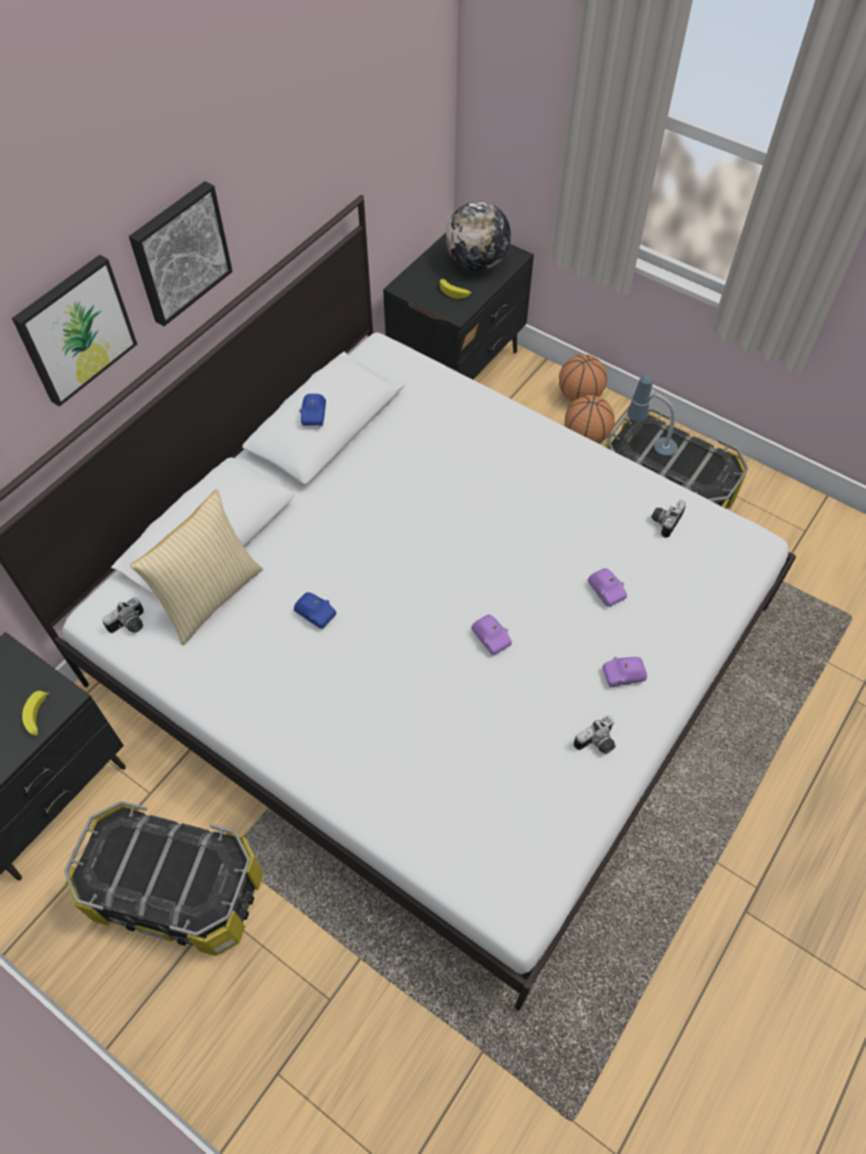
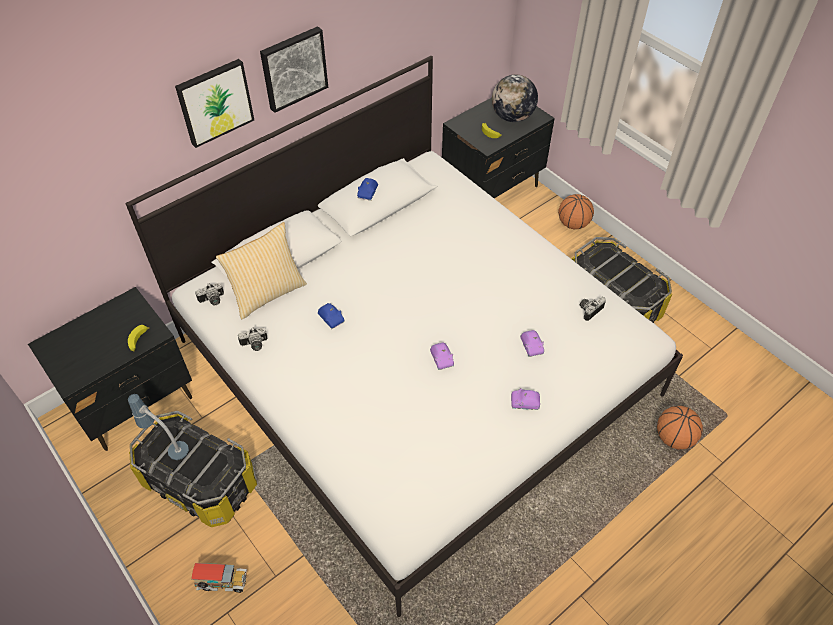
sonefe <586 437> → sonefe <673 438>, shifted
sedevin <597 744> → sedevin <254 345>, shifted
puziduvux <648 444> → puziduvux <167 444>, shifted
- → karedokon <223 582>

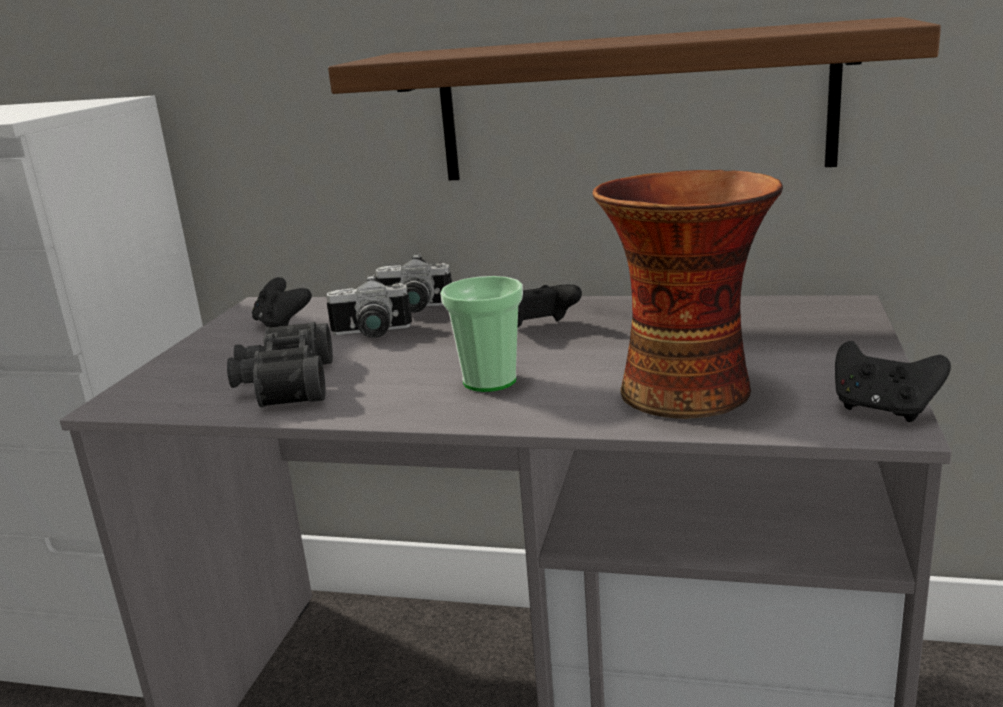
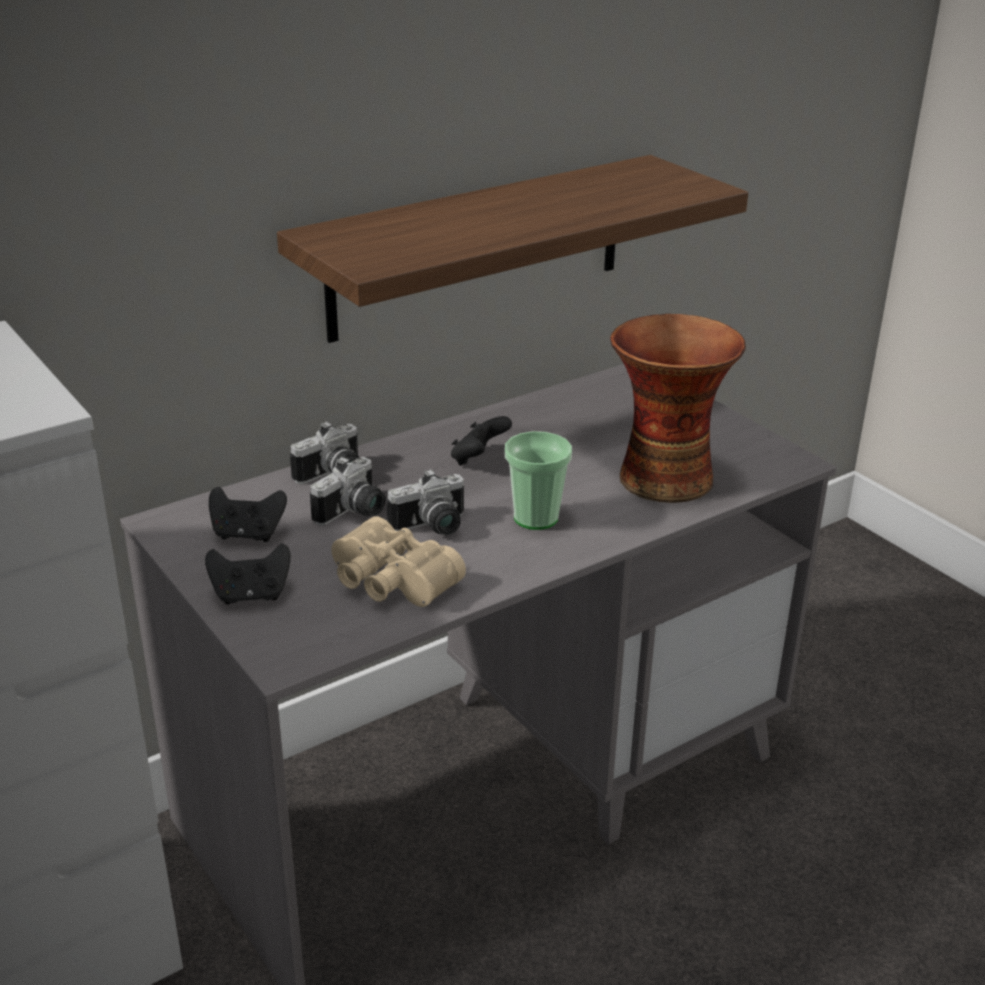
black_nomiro <284 384> → beige_nomiro <389 583>
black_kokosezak <883 410> → black_kokosezak <251 595>, shifted
- → sedevin <432 528>

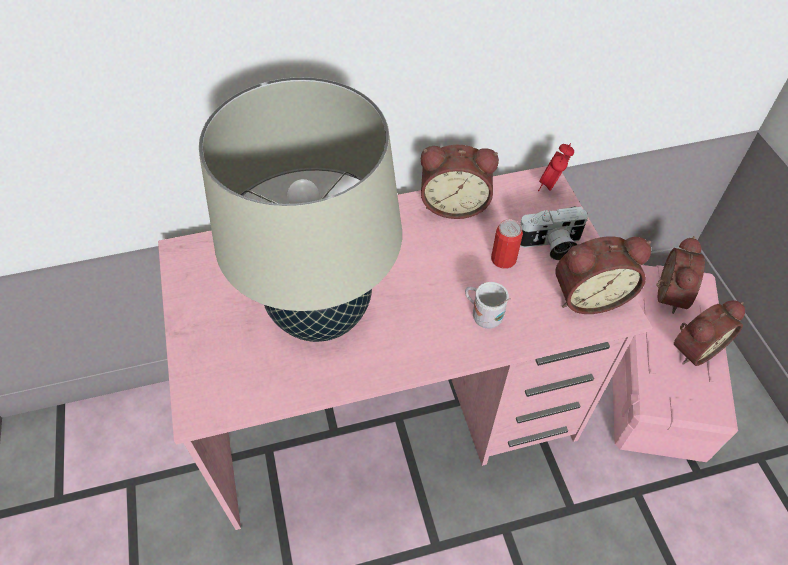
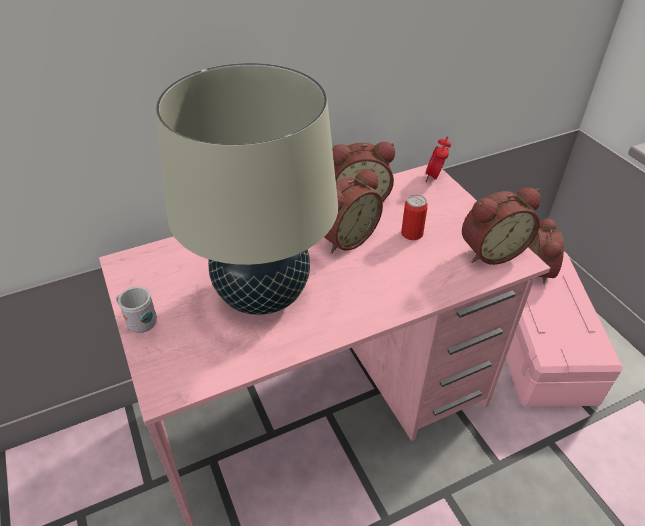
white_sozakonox <483 315> → white_sozakonox <139 322>, shifted
sedevin <550 246> → -
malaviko <693 347> → malaviko <344 237>, shifted

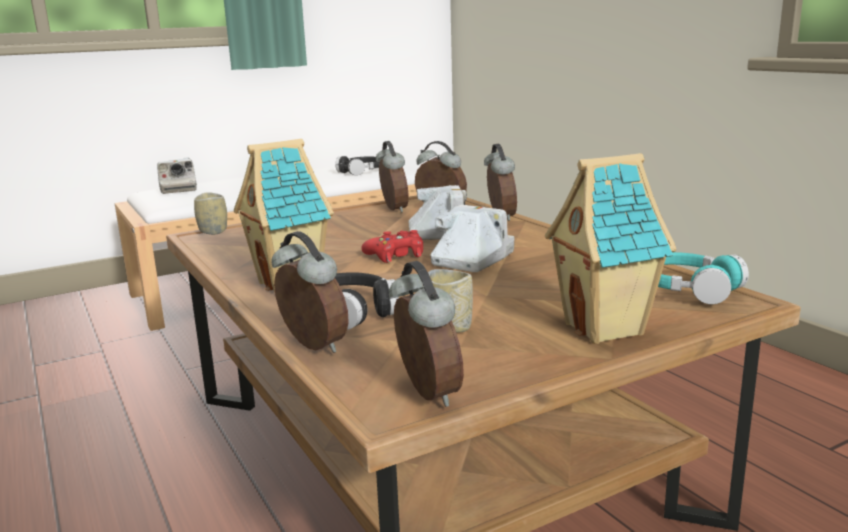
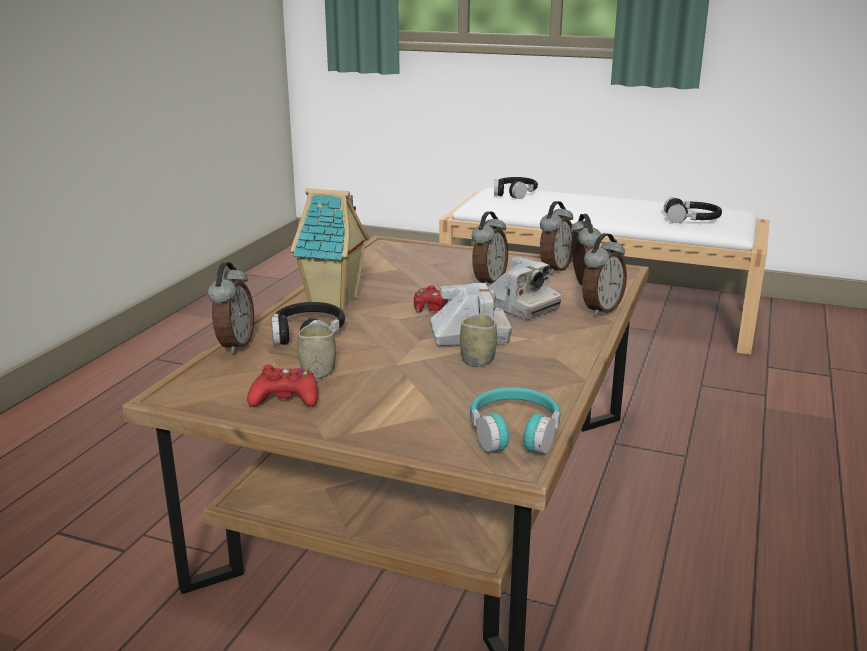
sedevin <178 189> → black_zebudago <514 193>
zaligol <213 231> → zaligol <478 361>, shifted
malaviko <425 394> → malaviko <488 281>, shifted
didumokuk <606 329> → -
- → red_kokosezak <285 398>

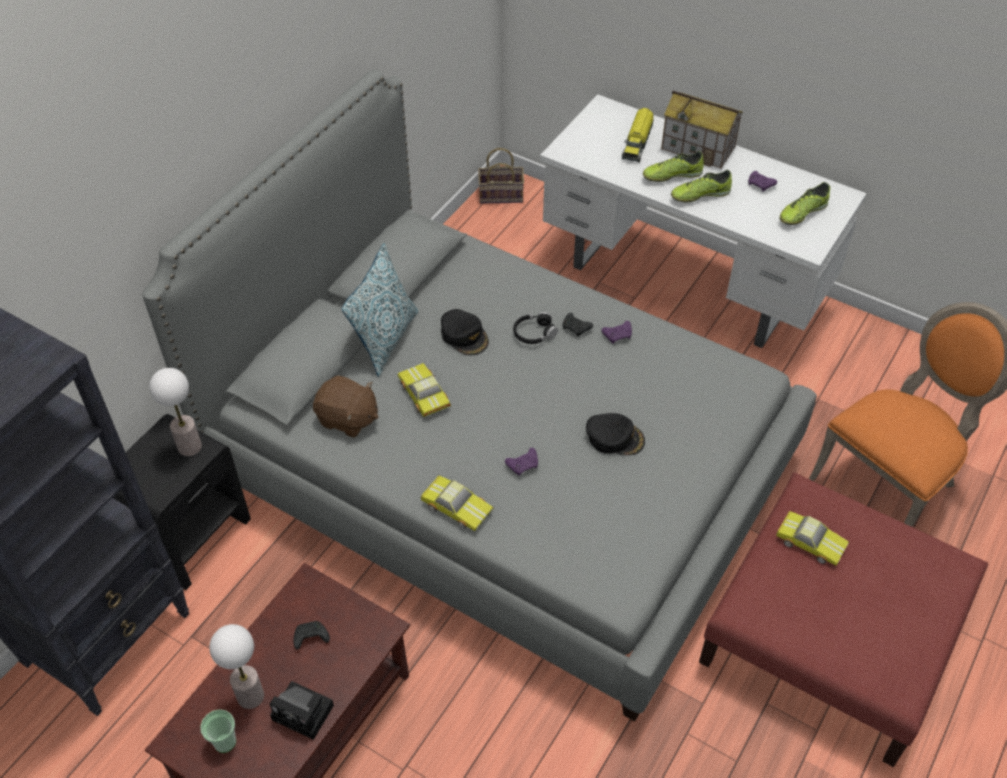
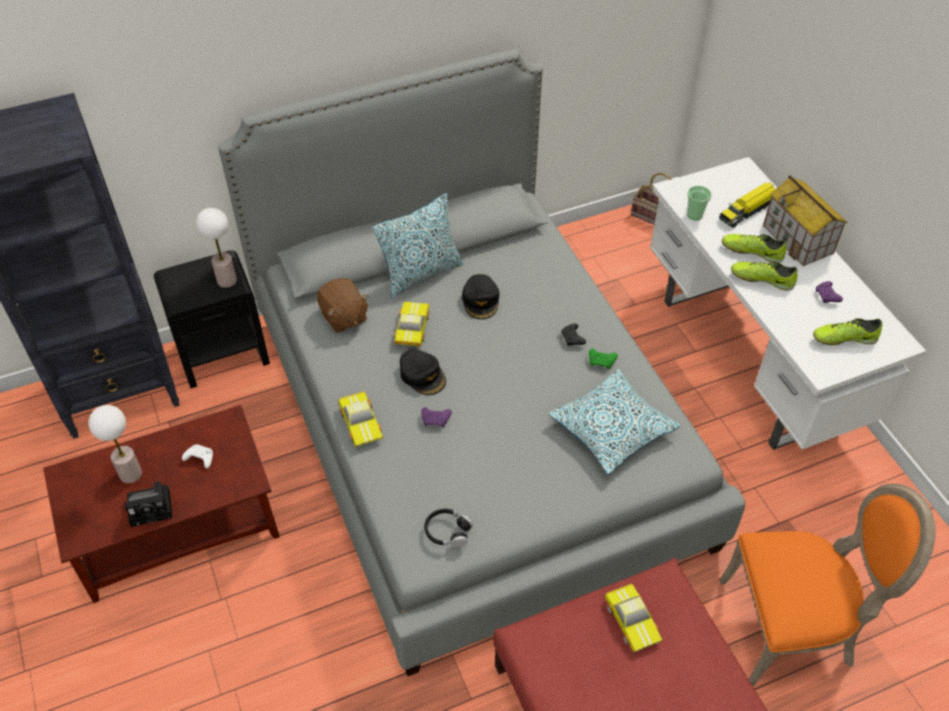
zaligol <225 742> → zaligol <695 215>, shifted
sedevin <305 713> → sedevin <153 507>, 75 degrees counterclockwise
black_kokosezak <310 638> → white_kokosezak <199 458>
black_zebudago <534 333> → black_zebudago <447 531>, shifted
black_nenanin <615 437> → black_nenanin <423 375>, shifted
purple_kokosezak <618 335> → green_kokosezak <602 361>
- → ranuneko <612 428>

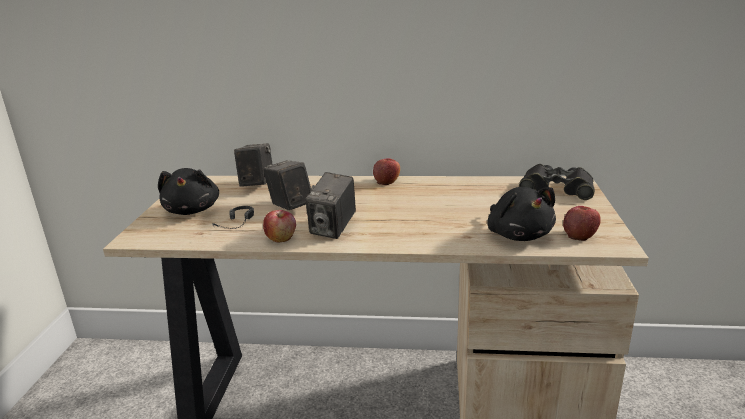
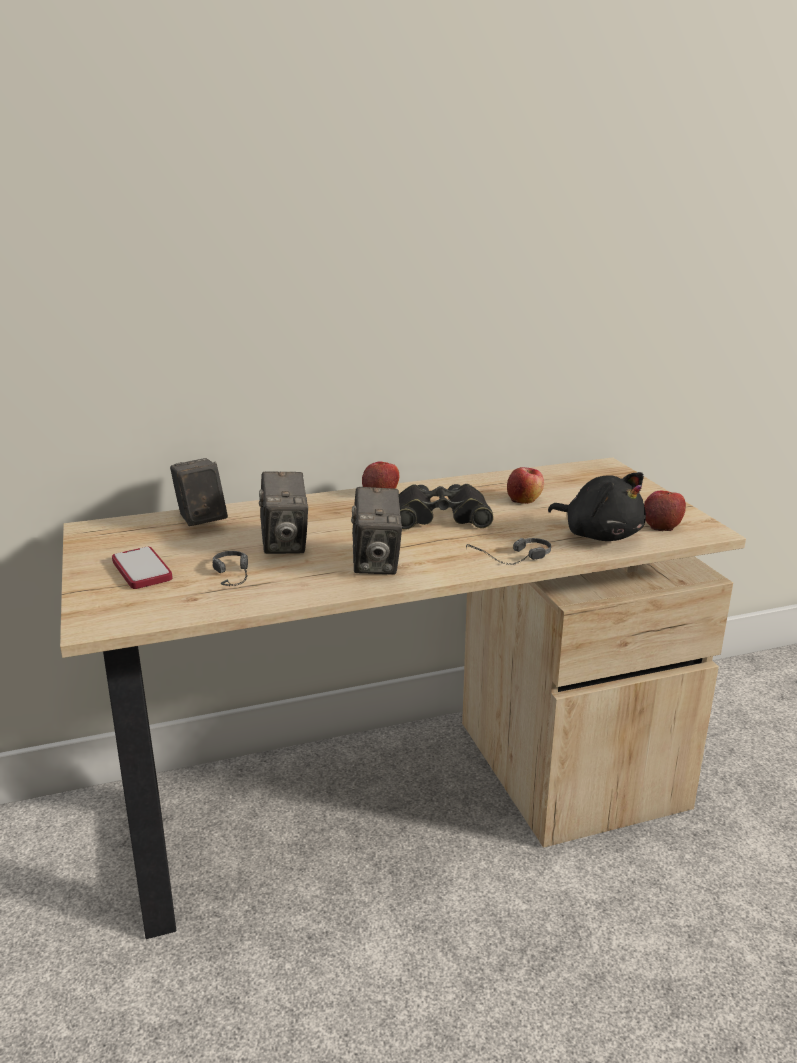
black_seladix <193 210> → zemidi <142 570>
sedevin <290 207> → sedevin <285 544>, 135 degrees counterclockwise
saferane <281 238> → saferane <524 499>, shifted
black_nomiro <556 189> → black_nomiro <441 517>, shifted
- → zebudago <510 561>

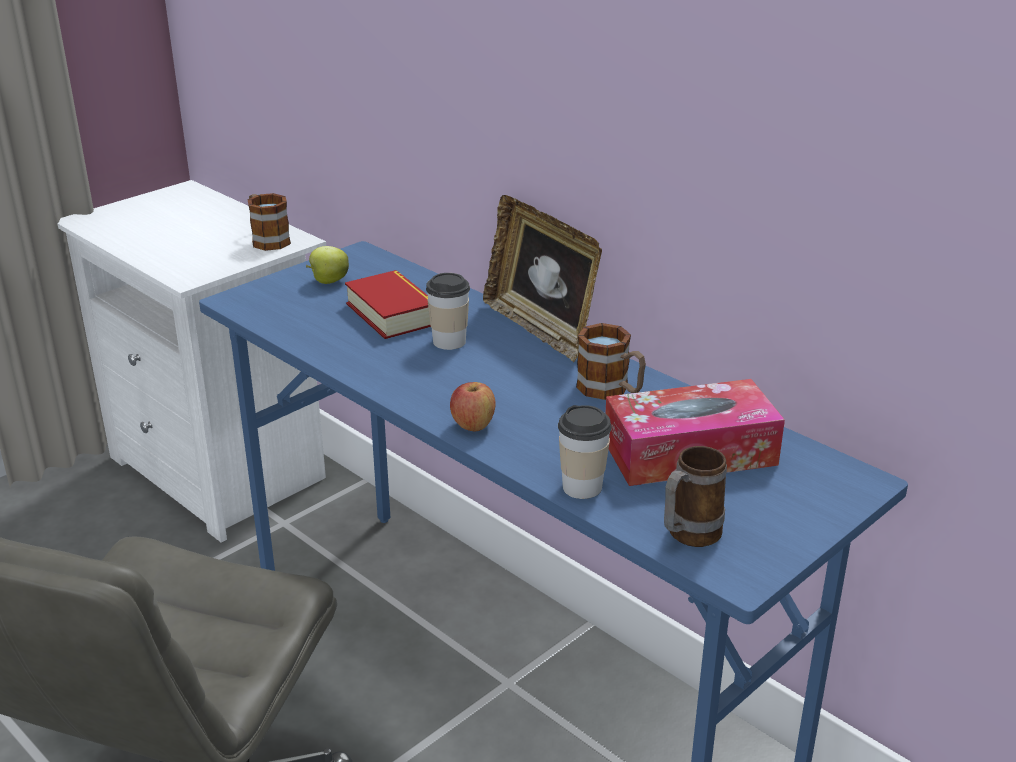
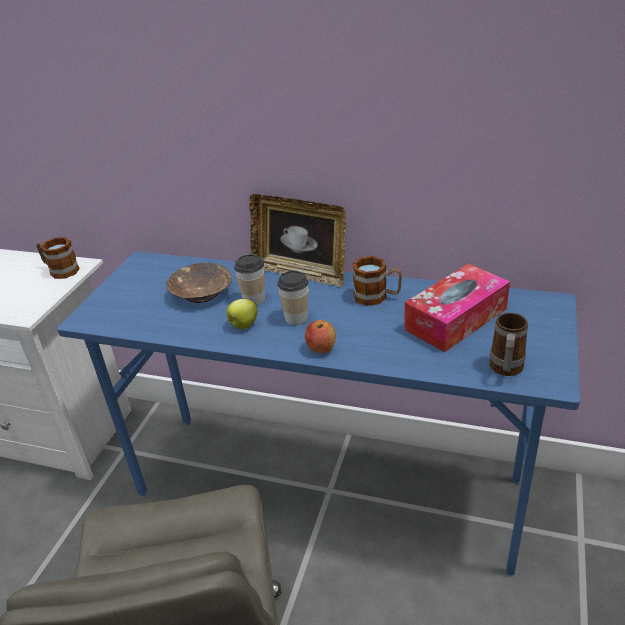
saferane <328 281> → saferane <243 325>, shifted
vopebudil <393 313> → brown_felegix <201 293>
zaligol <582 487> → zaligol <296 318>, shifted

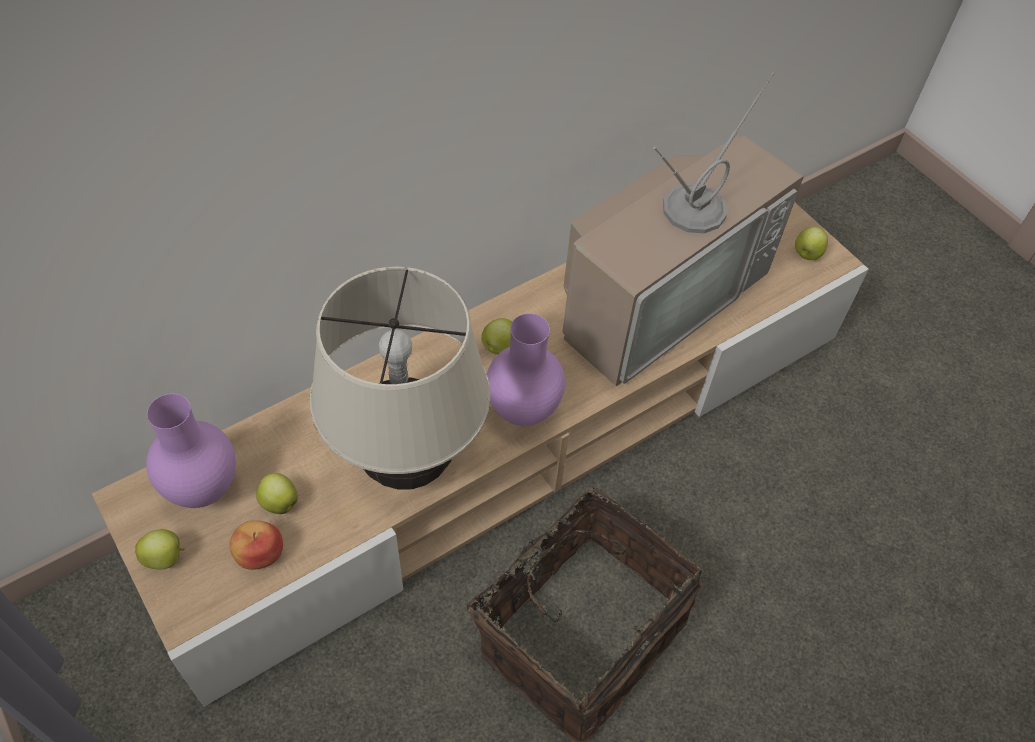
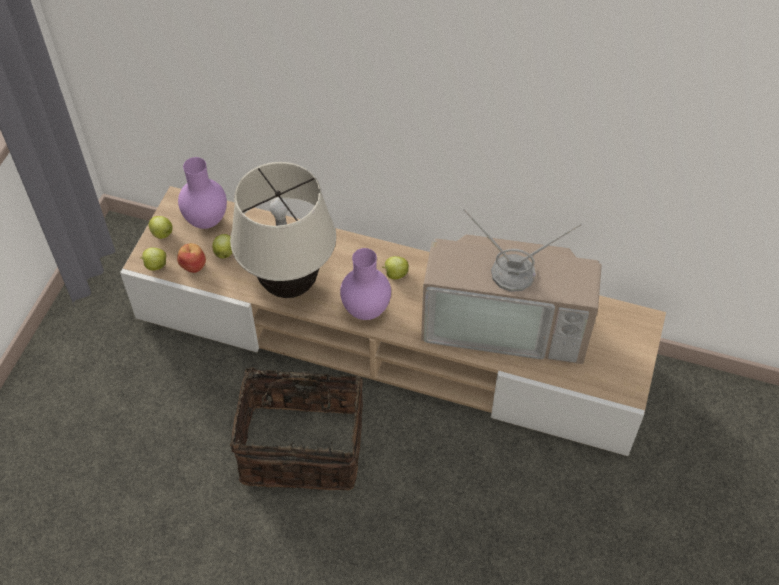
saferane <807 254> → saferane <155 265>, shifted

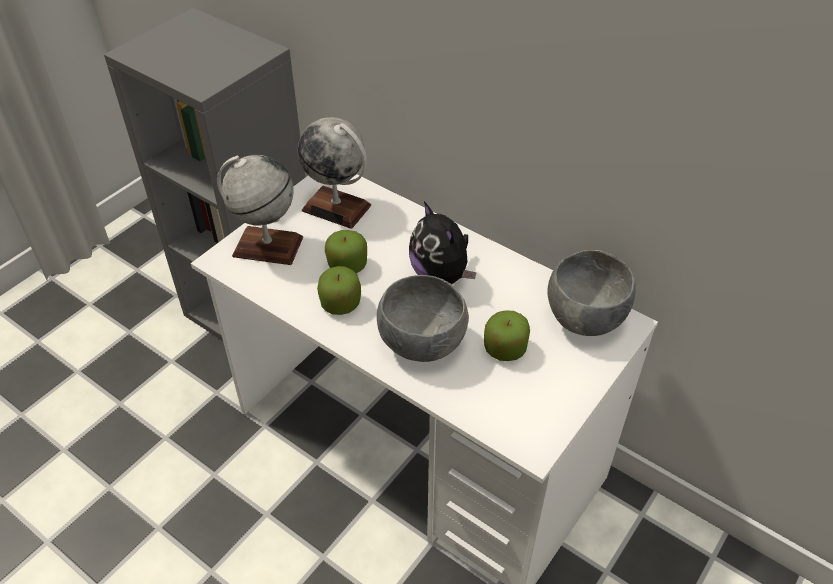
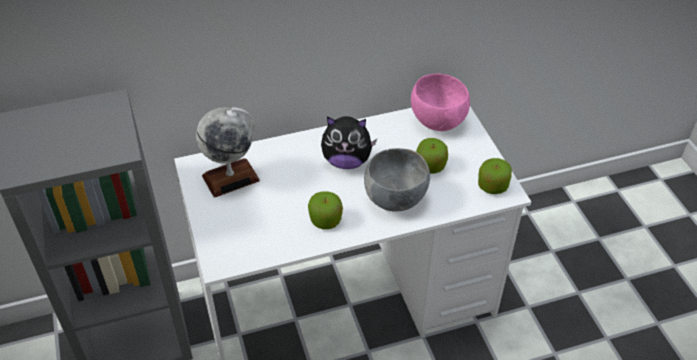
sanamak <267 247> → -
saferane <347 265> → saferane <492 186>, shifted
grey_felegix <584 319> → pink_felegix <437 122>

